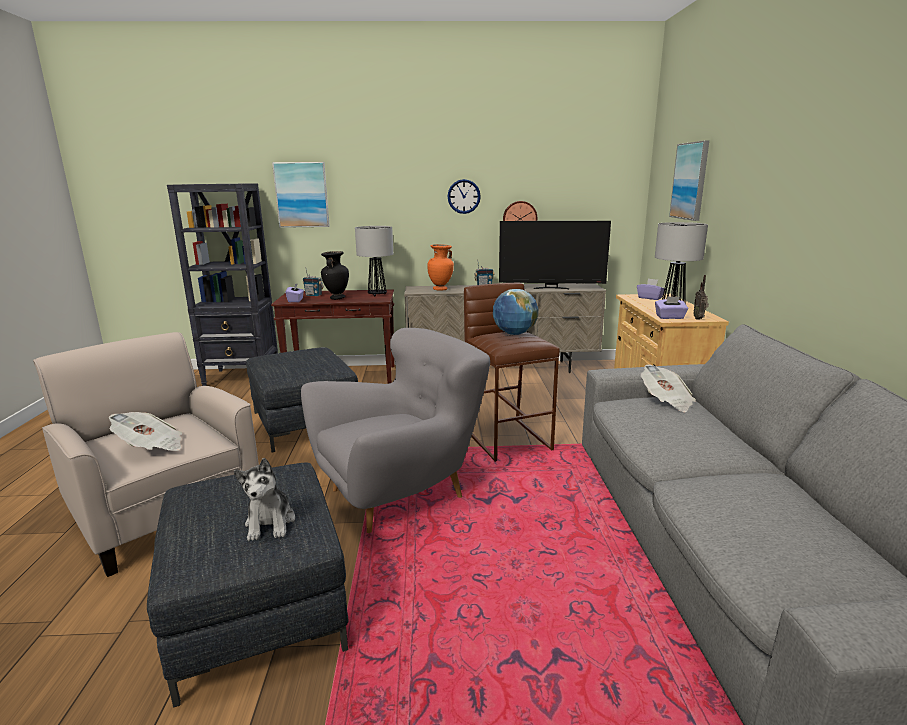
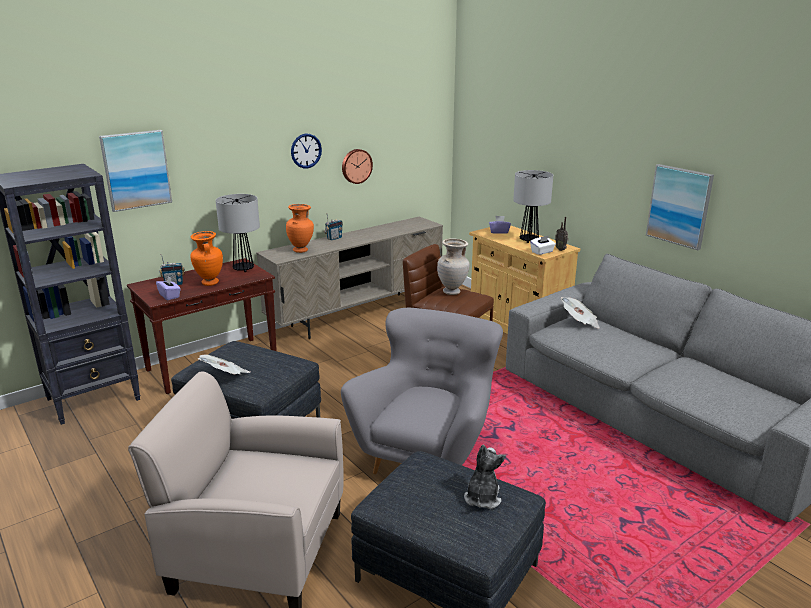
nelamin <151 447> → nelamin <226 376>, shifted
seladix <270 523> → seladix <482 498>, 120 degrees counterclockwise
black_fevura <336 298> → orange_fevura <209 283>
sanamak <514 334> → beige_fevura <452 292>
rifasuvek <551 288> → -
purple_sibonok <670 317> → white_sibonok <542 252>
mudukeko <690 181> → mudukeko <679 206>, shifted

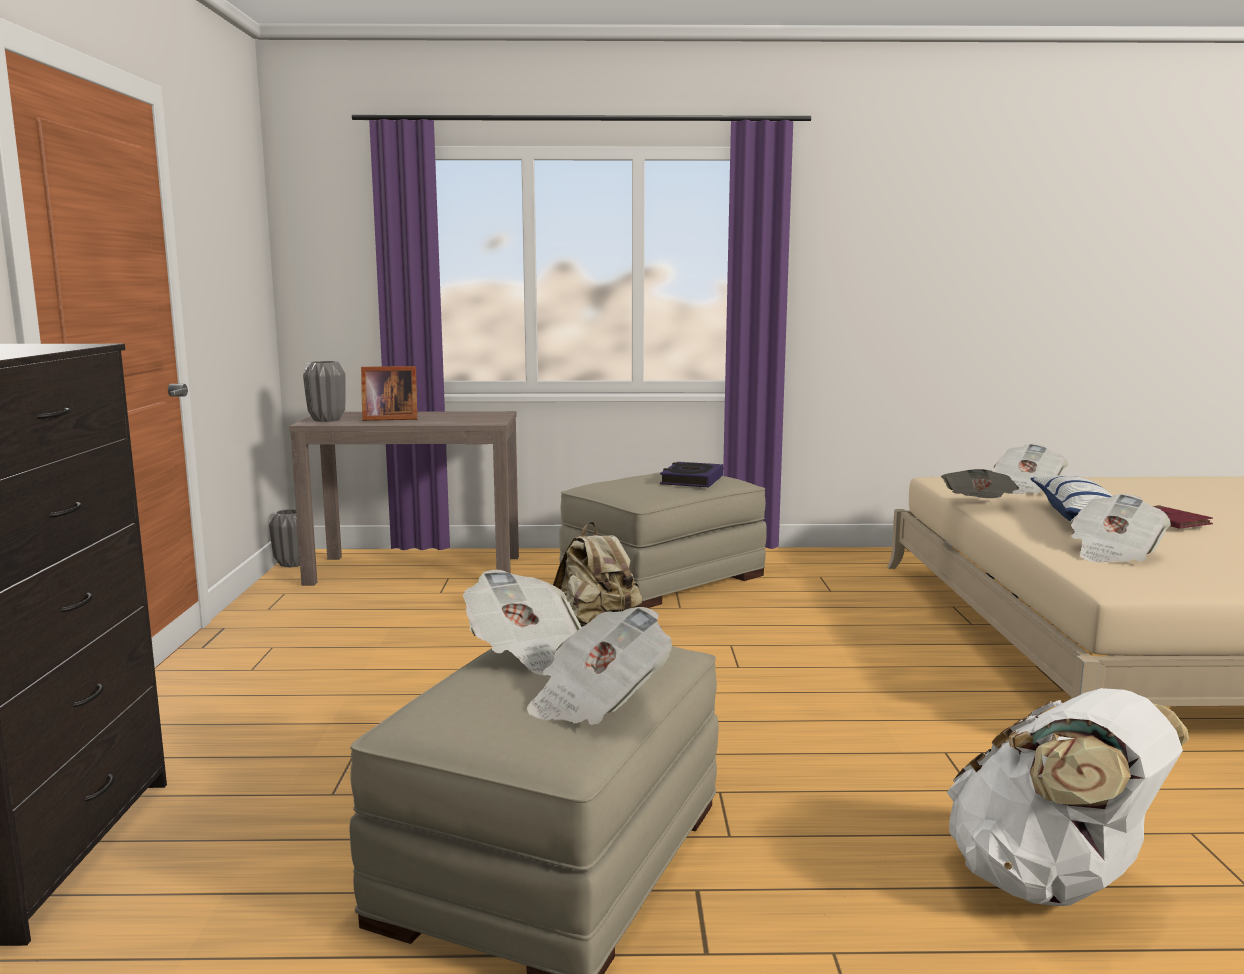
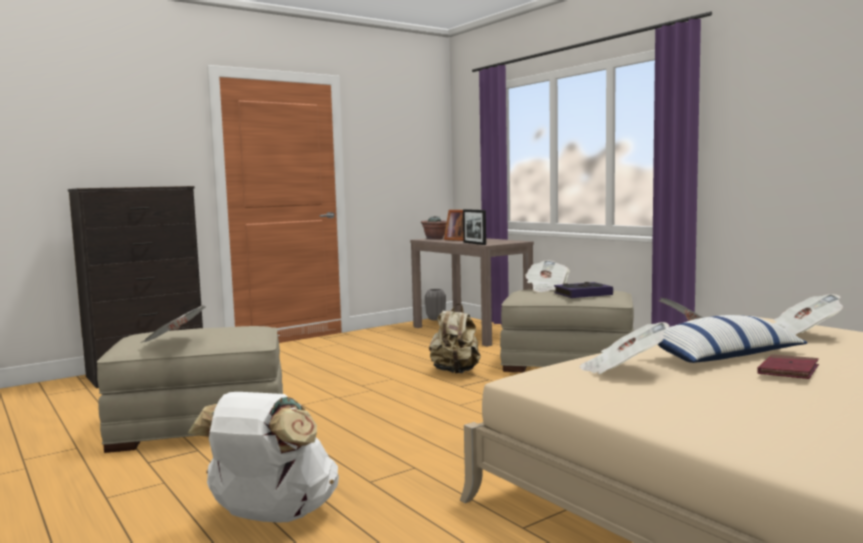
grey_fevura <327 420> → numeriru <435 238>
nelamin <526 653> → nelamin <546 288>, shifted
- → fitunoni <474 243>

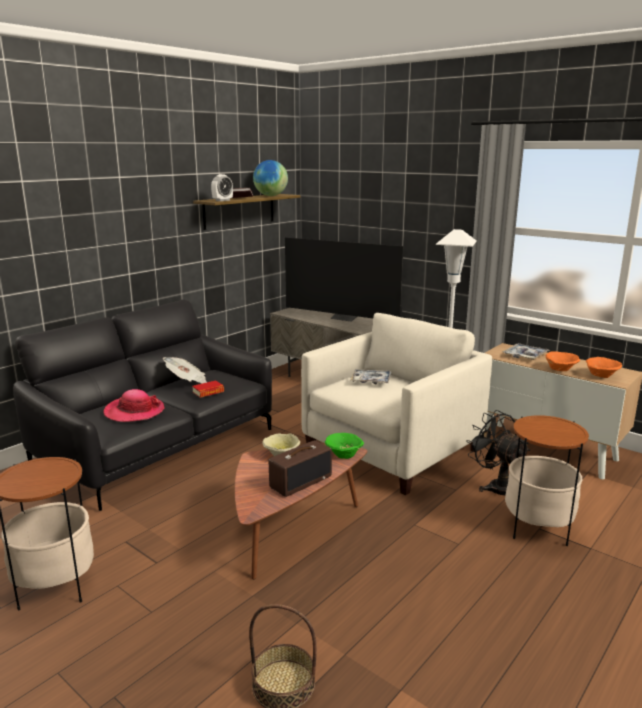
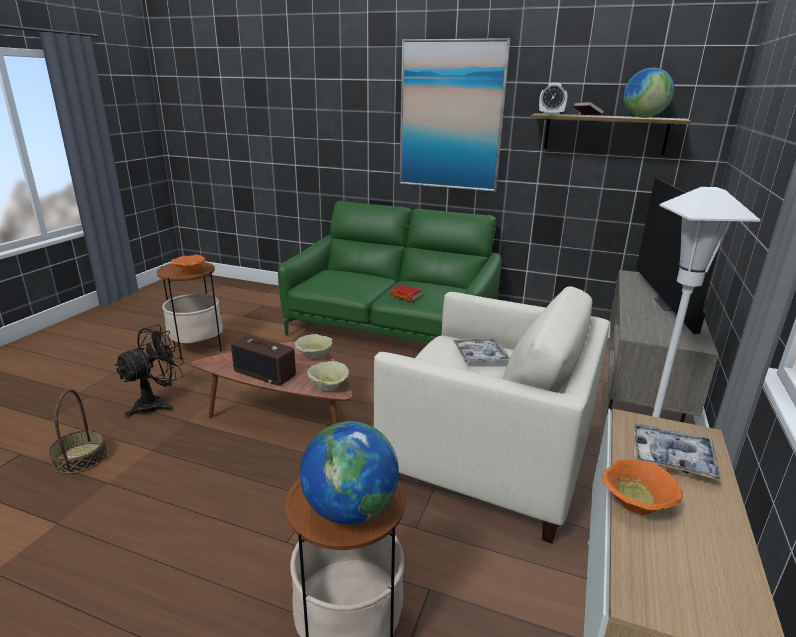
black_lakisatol <157 447> → green_lakisatol <391 329>
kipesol <134 411> → -
nelamin <187 381> → -
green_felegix <344 454> → beige_felegix <329 386>
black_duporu <496 487> → black_duporu <157 404>, shifted
orange_felegix <601 376> → orange_felegix <189 272>, shifted
- → sanamak <350 509>
- → mudukeko <451 116>

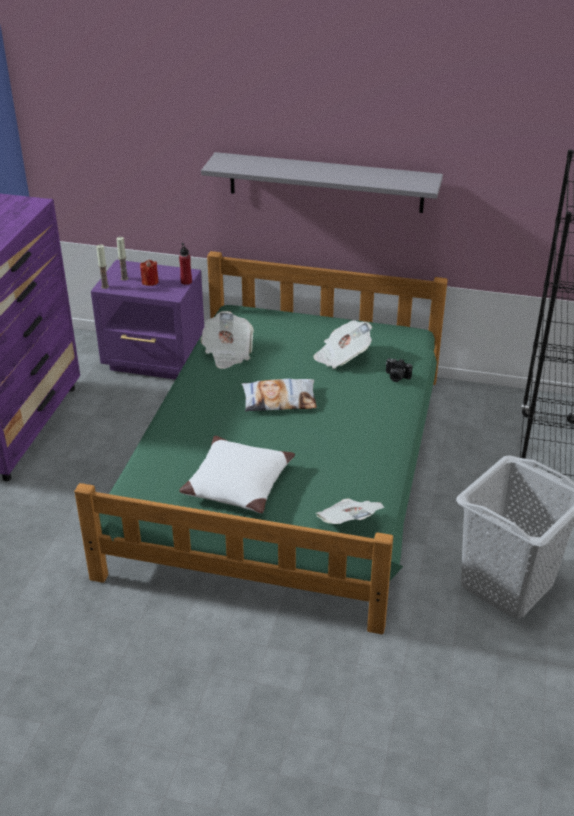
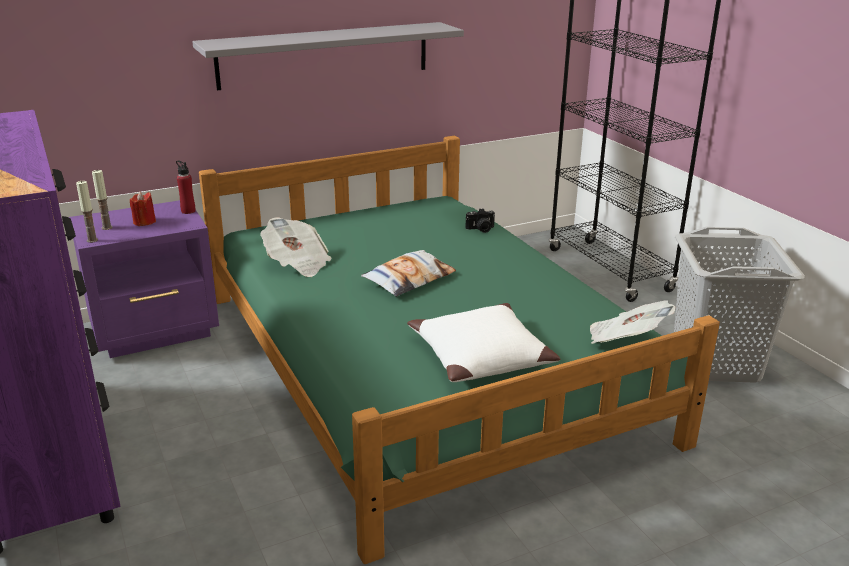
nelamin <342 357> → -

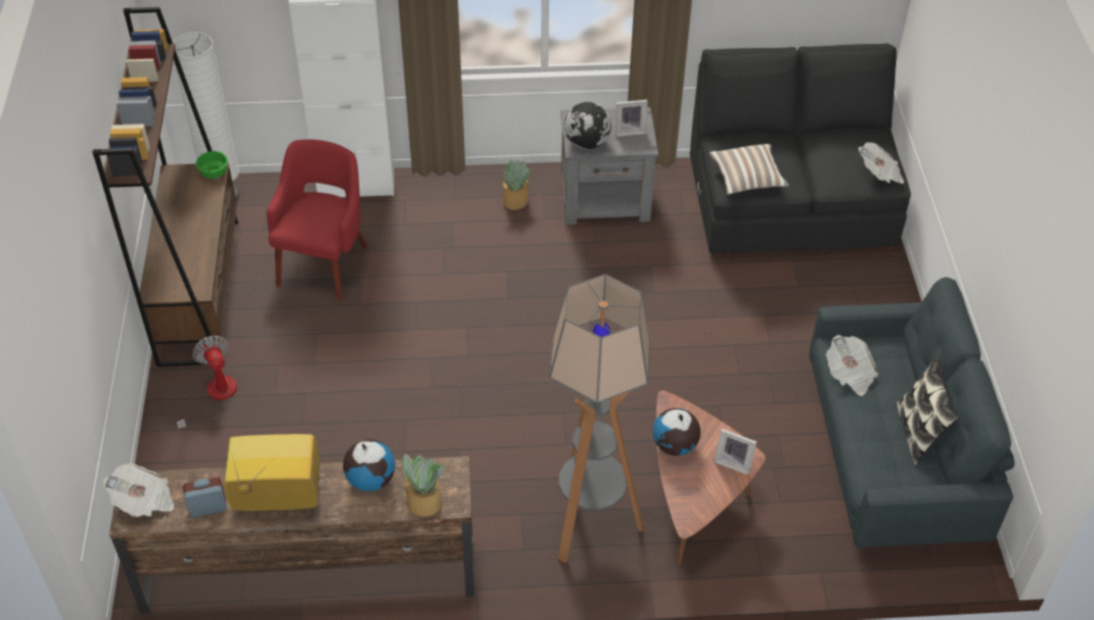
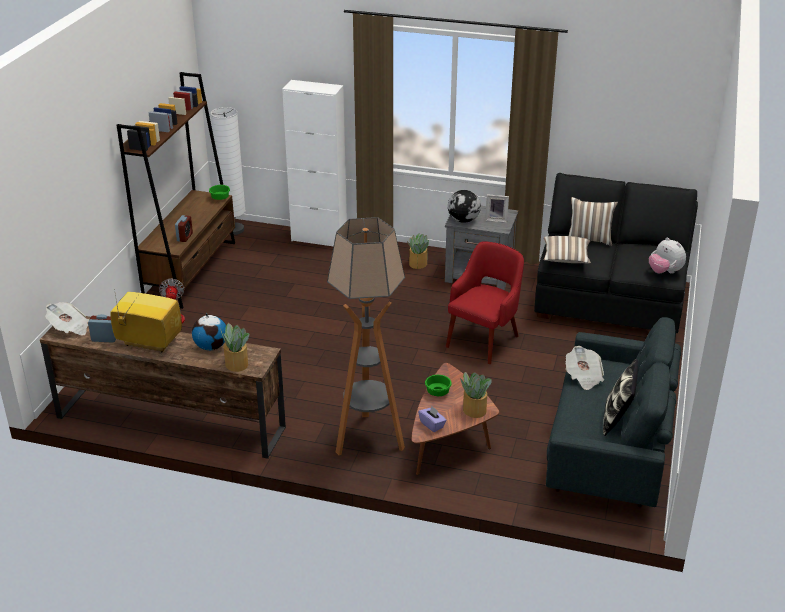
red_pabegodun <323 264> → red_pabegodun <483 340>, shifted
sanamak <674 446> → green_felegix <437 393>
fitunoni <733 462> → numeriru <474 410>
nelamin <879 174> → seladix <665 272>
- → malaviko <185 237>
- → purple_sibonok <432 425>
- → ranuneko <589 239>

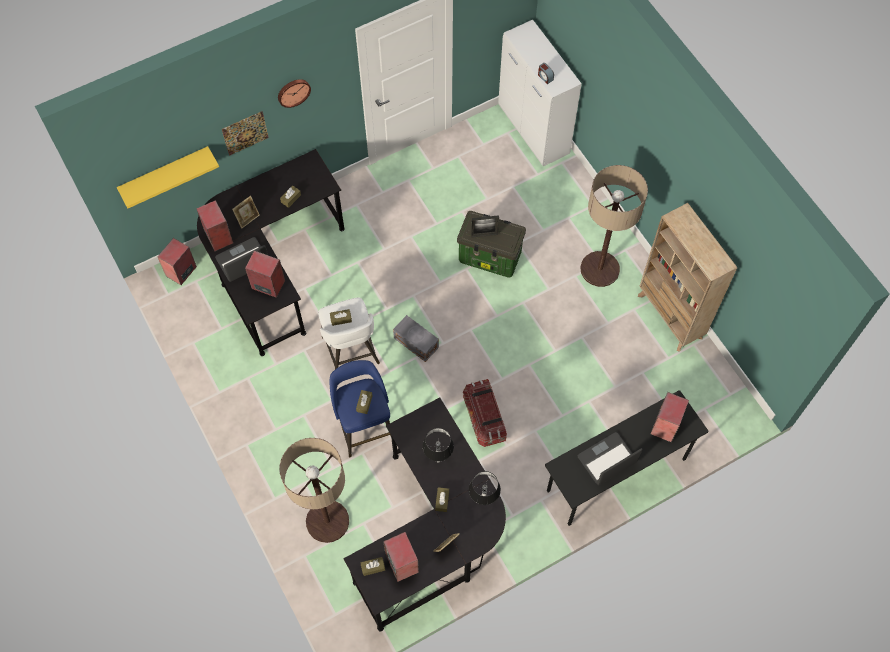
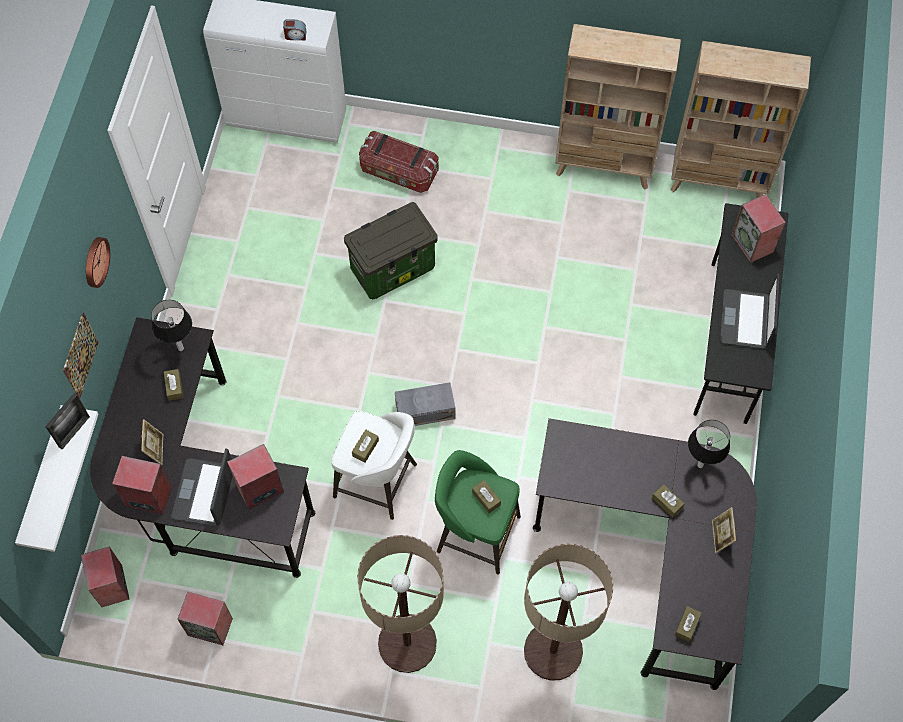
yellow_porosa <165 173> → white_porosa <43 479>
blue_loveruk <364 426> → green_loveruk <475 533>
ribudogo <402 563> → ribudogo <211 626>, shifted
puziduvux <438 460> → puziduvux <181 348>, shifted
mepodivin <484 418> → mepodivin <398 172>, shifted
fitunoni <484 235> → fitunoni <74 432>, shifted
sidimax <600 269> → sidimax <407 643>, shifted
- → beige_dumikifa <719 183>

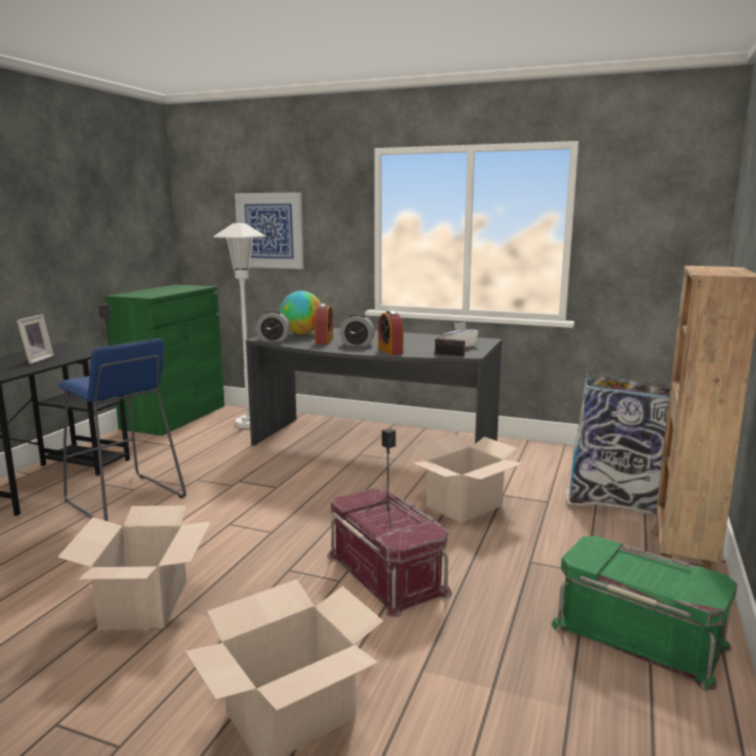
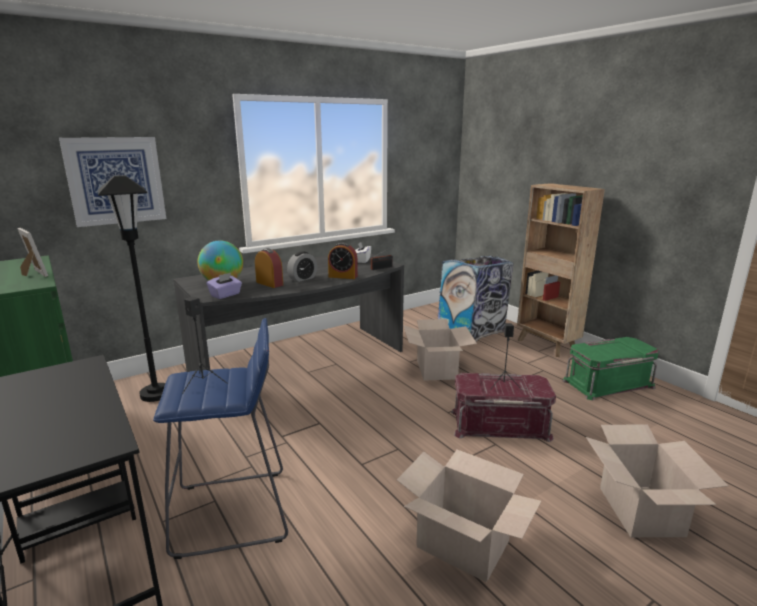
fitunoni <35 359> → fitunoni <33 274>, shifted
white_sidimax <249 423> → black_sidimax <156 394>
malaviko <273 340> → purple_sibonok <225 295>

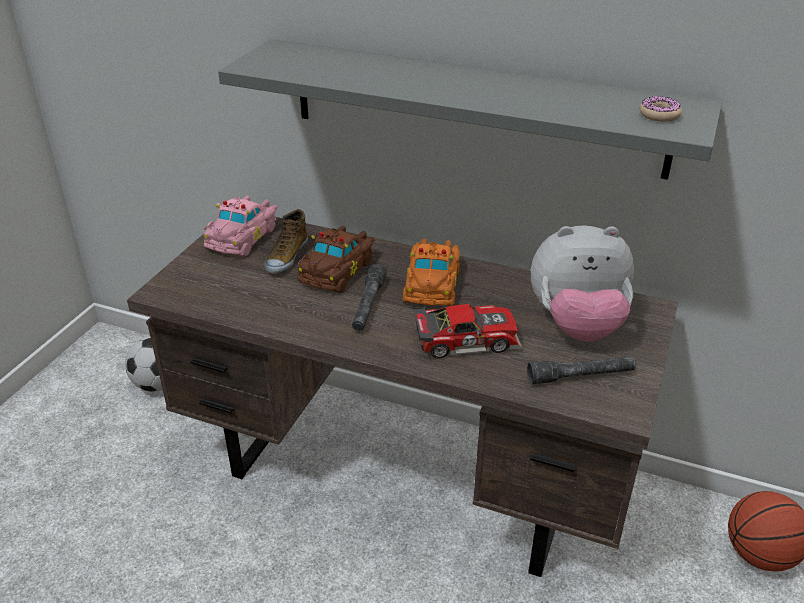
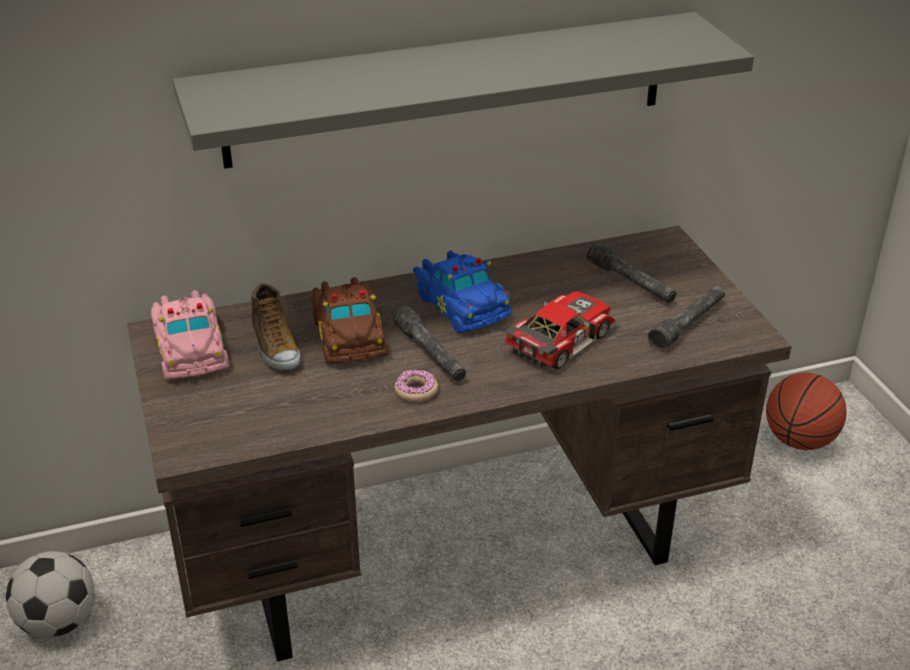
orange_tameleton <433 284> → blue_tameleton <462 304>
seladix <577 325> → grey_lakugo <631 283>
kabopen <659 115> → kabopen <416 391>, shifted

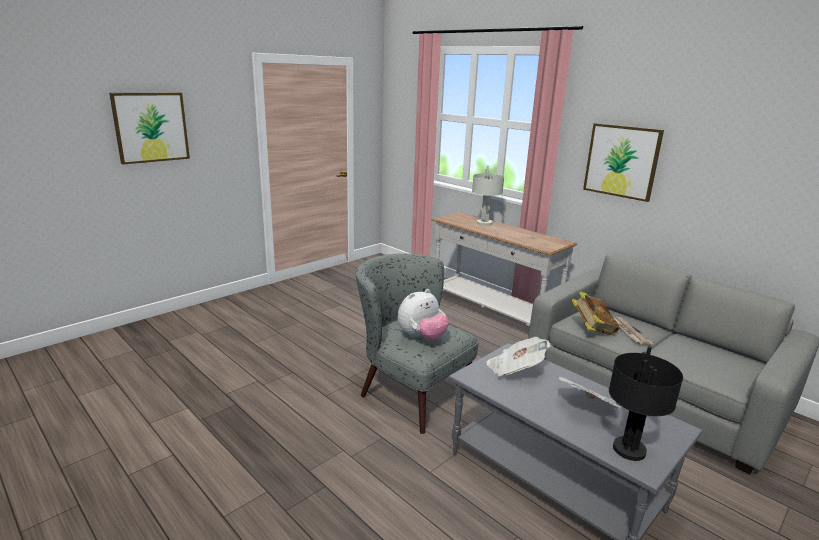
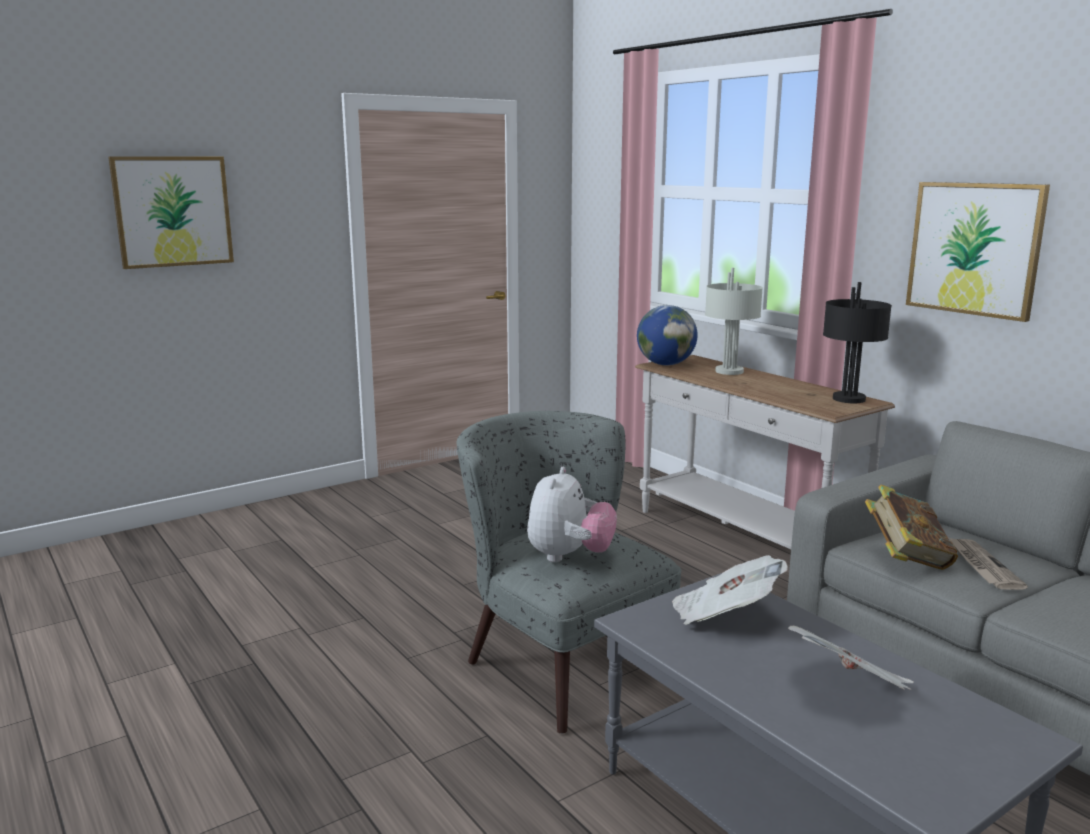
seladix <421 338> → seladix <569 557>, 45 degrees counterclockwise
black_puziduvux <630 450> → black_puziduvux <850 399>, shifted
- → sanamak <665 364>

